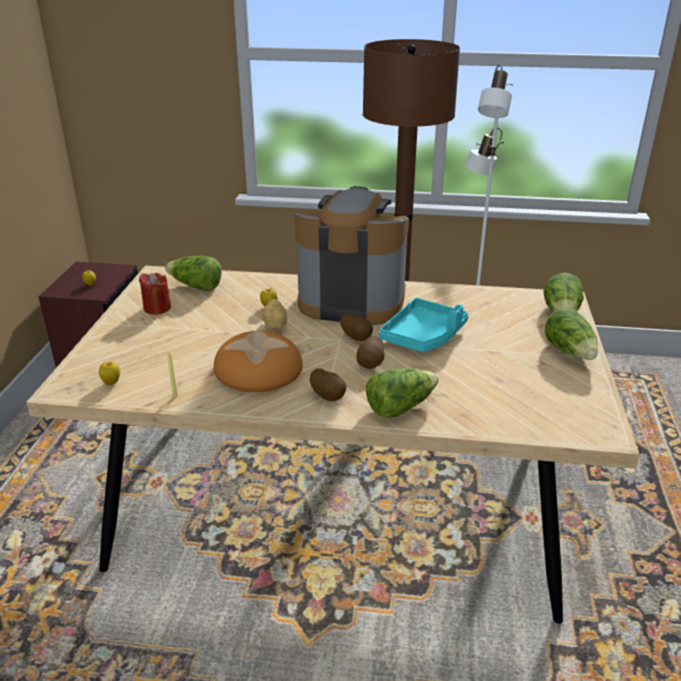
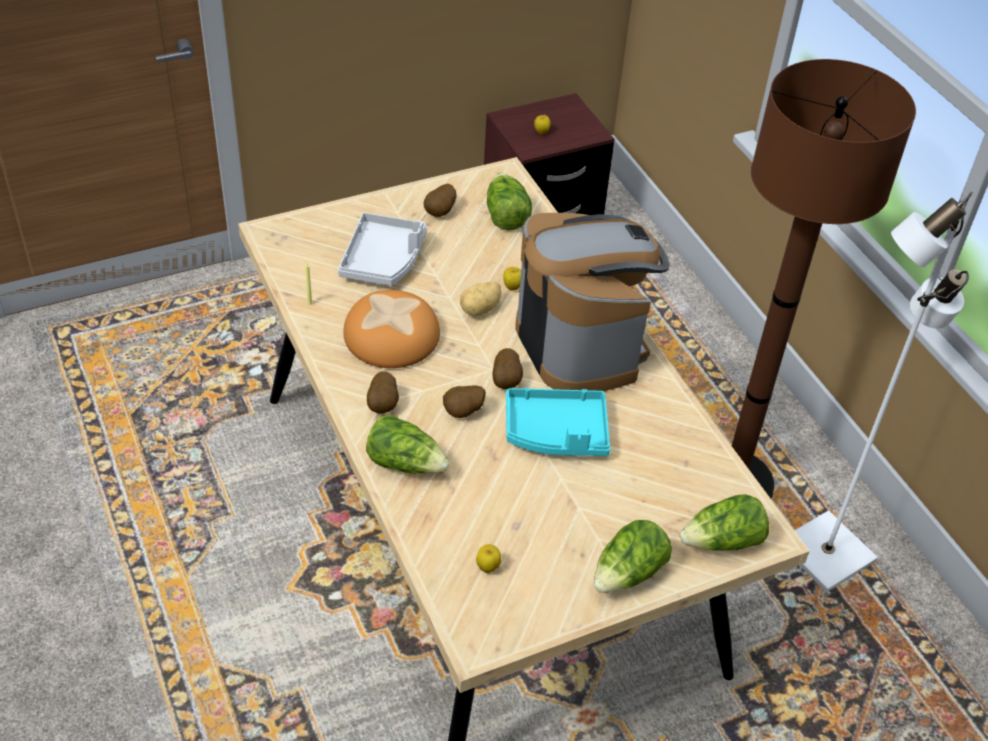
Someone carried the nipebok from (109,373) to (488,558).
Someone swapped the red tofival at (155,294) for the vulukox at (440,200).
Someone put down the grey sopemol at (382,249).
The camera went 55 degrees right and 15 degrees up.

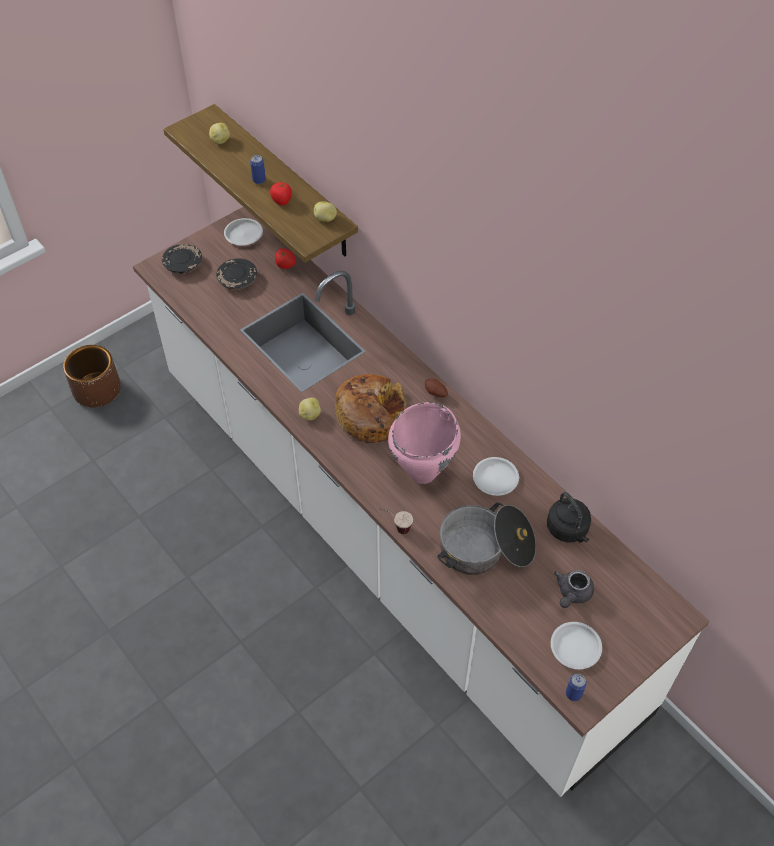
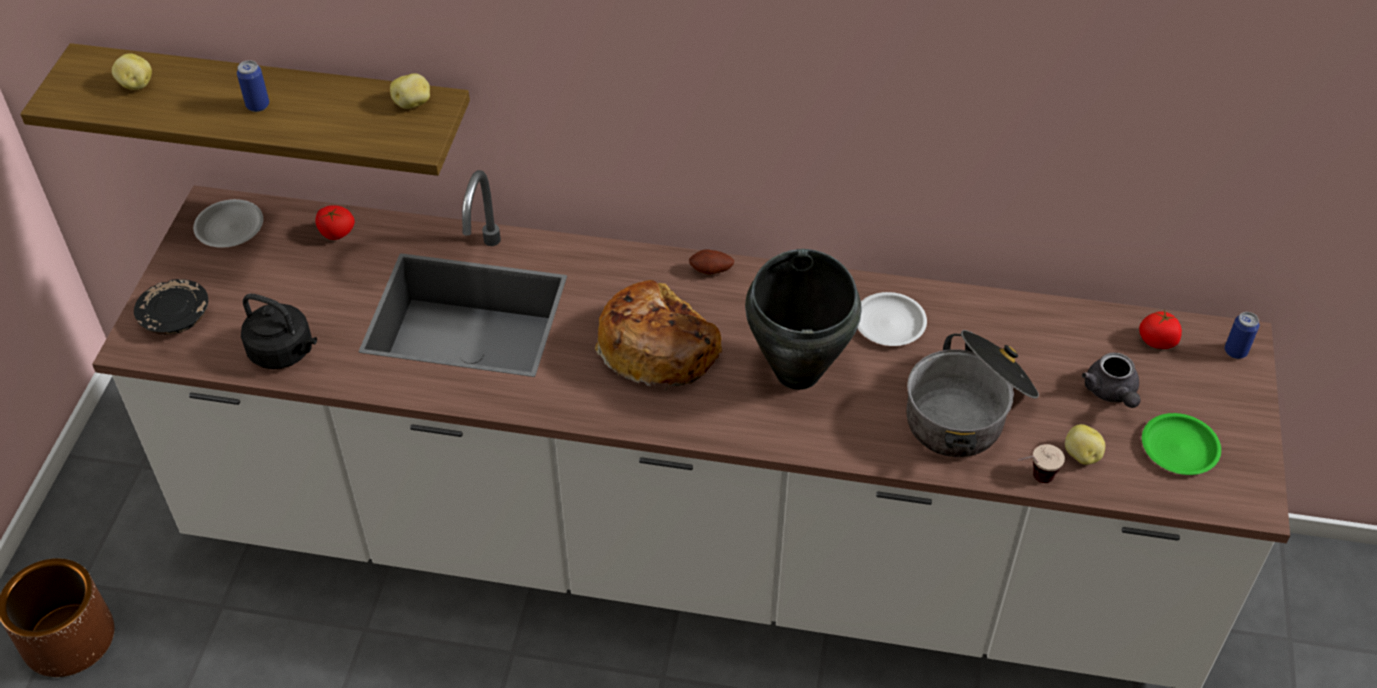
Someone took away the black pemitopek at (236,274).
Someone carried the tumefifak from (281,193) to (1160,329).
Someone carried the vulukox from (310,408) to (1085,444).
Someone carried the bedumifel from (396,521) to (1041,463).
Someone repainted the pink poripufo at (424,443), which became the black poripufo at (803,319).
Someone carried the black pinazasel from (569,517) to (279,331).
Someone repainted the white pemitopek at (576,645), which became the green pemitopek at (1181,444).
Someone carried the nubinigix from (576,687) to (1242,335).
The camera went 40 degrees left and 5 degrees down.

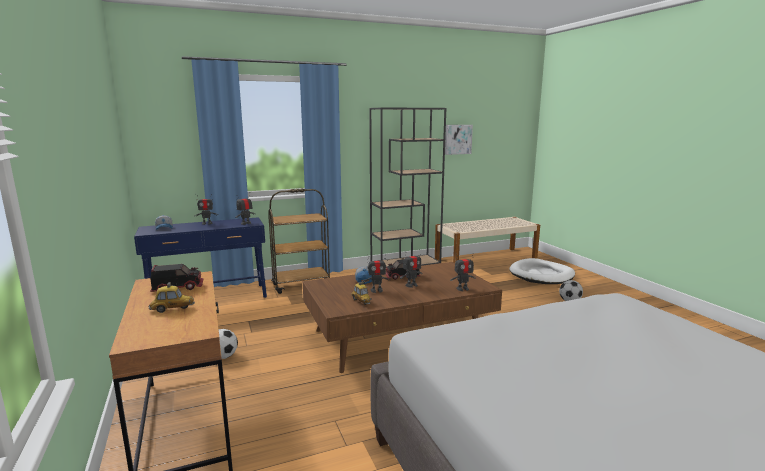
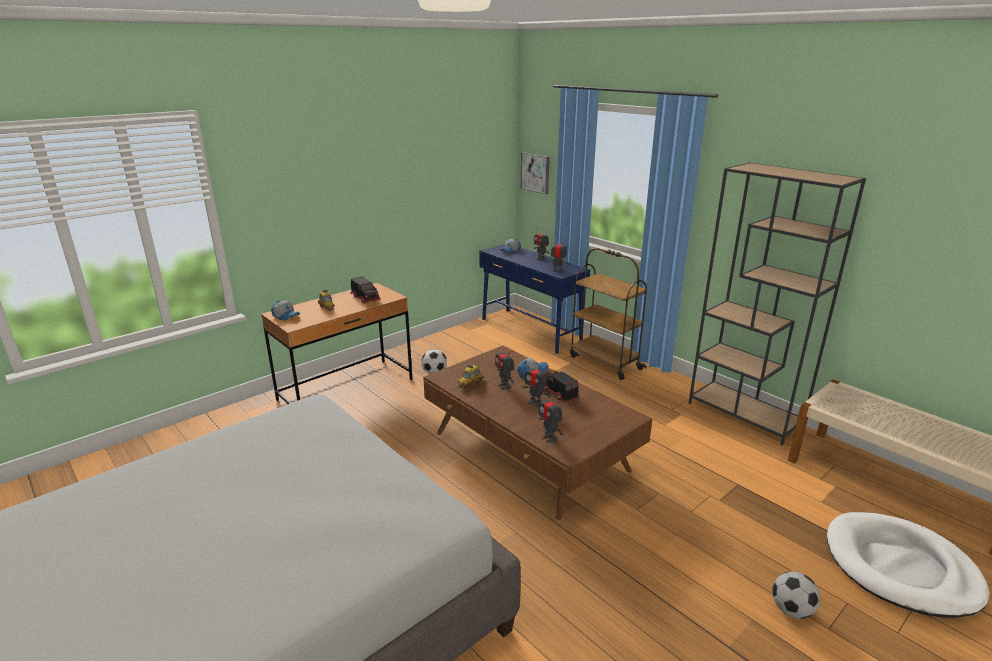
Someone carried the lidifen from (459,140) to (535,173).
Someone put down the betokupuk at (285,311).
The camera went 70 degrees right and 10 degrees up.

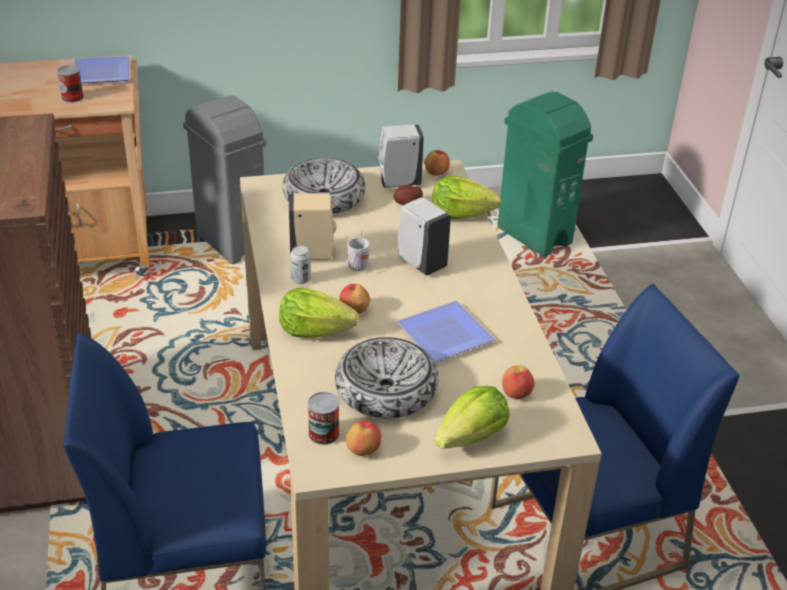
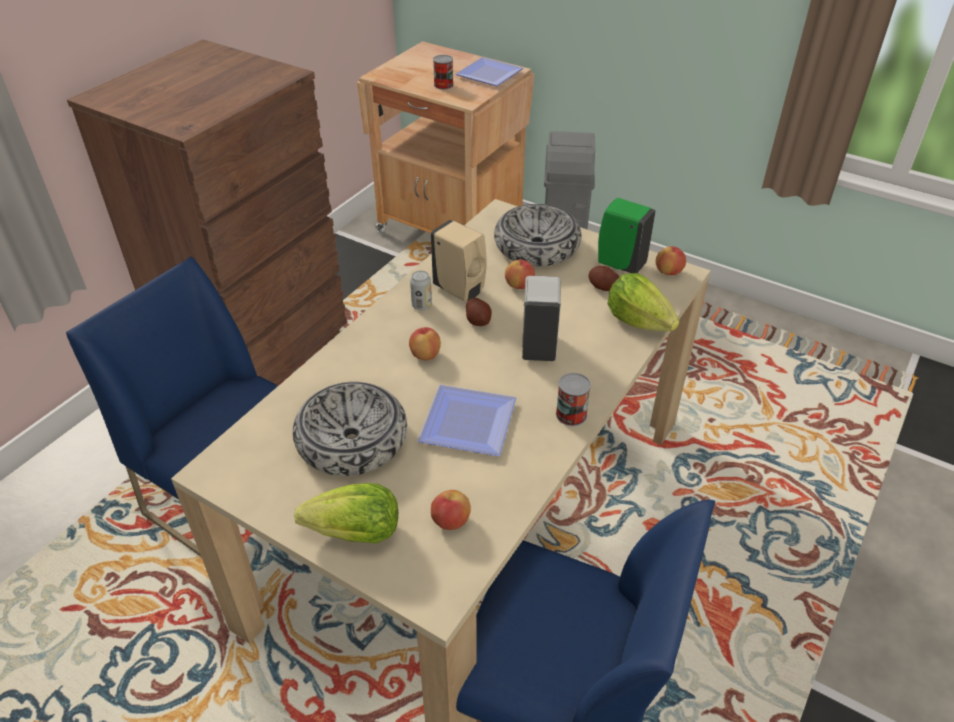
Someone took away the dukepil at (319,313).
Someone carried the nubinigix from (323,418) to (573,399).
Someone carried the nipebok from (363,438) to (520,274).
Someone swapped the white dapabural at (358,250) for the vulukox at (479,312).
Someone repainted the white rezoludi at (401,156), which became the green rezoludi at (627,235).
Someone took away the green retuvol at (545,174).
The camera went 45 degrees right and 5 degrees up.

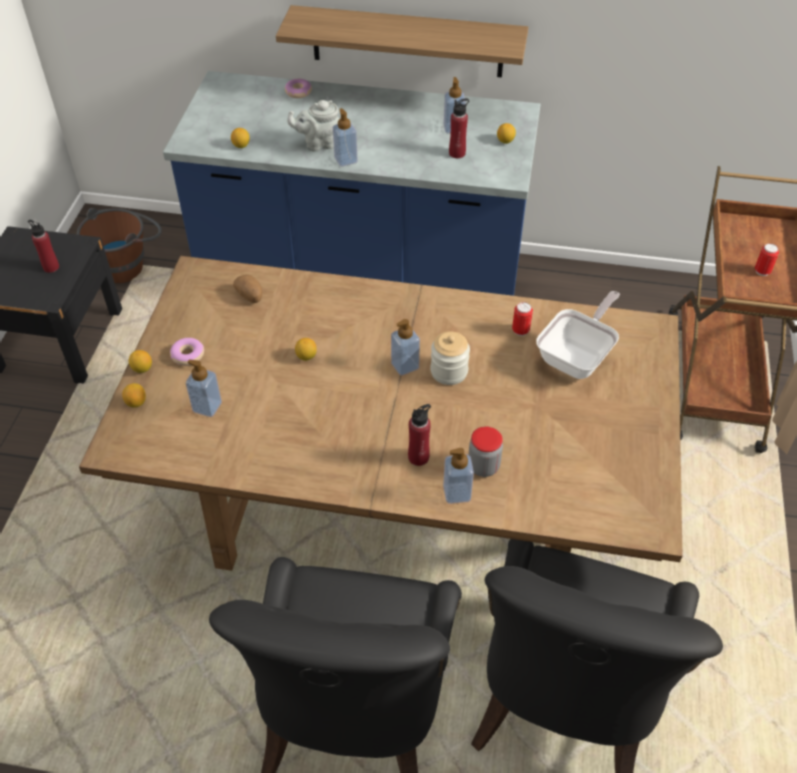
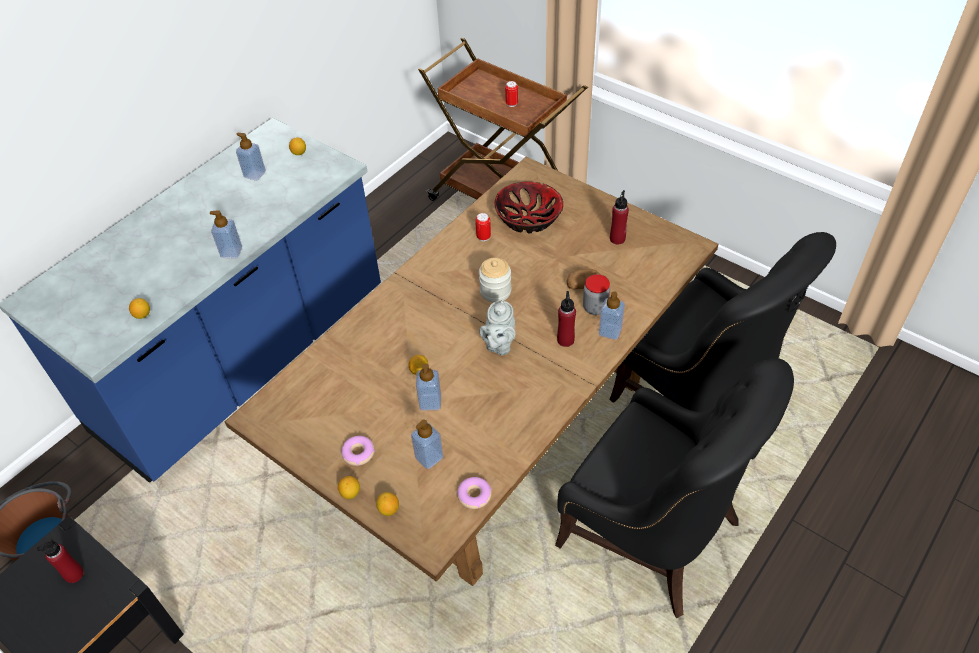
Someone carried the vulukox from (247,289) to (583,279).
Someone took away the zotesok at (402,41).
Someone carried the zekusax from (298,88) to (474,493).
Someone carried the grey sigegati from (313,126) to (497,327).
Someone carried the rezoludi from (405,347) to (428,387).
Someone carried the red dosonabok from (459,128) to (619,217).
Someone swapped the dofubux at (578,335) for the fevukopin at (529,208).
The camera went 60 degrees left and 0 degrees up.

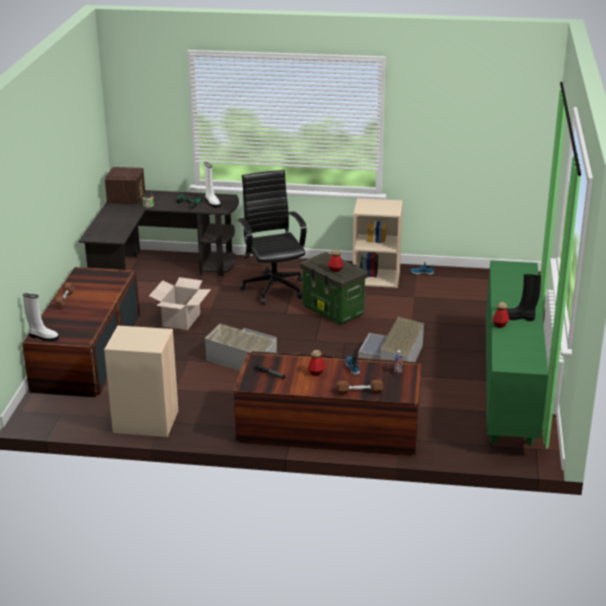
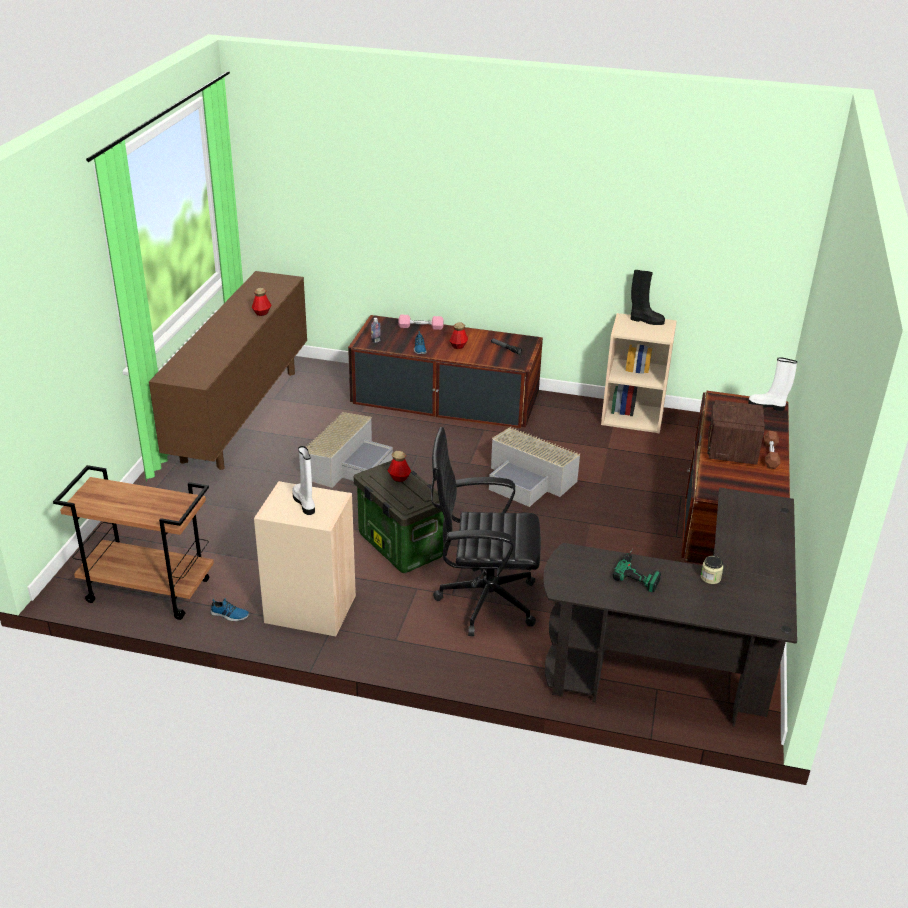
Someone carried the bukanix from (125,185) to (736,432).
Someone took away the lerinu at (180,303).
Someone carried the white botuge from (212,185) to (303,480).
Someone rotated the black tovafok at (272,237) by 105 degrees clockwise.
Someone repainted the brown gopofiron at (360,387), which became the pink gopofiron at (421,322).
Someone repainted the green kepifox at (517,353), which became the brown kepifox at (228,370).
Someone carried the black botuge from (524,297) to (648,297).
Someone put down the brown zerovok at (133,542).
The camera went 175 degrees left and 5 degrees up.

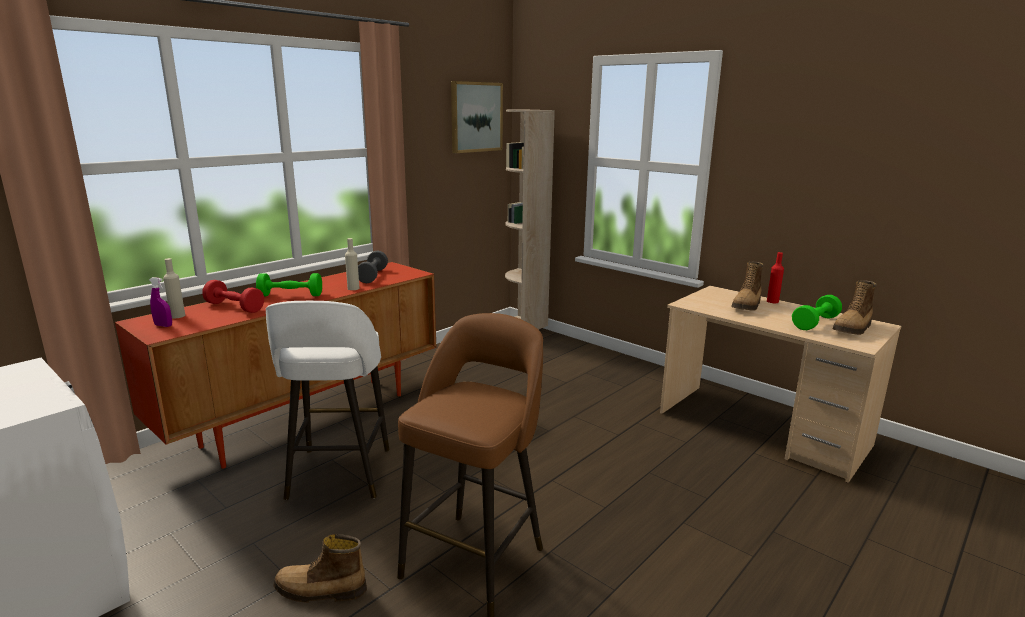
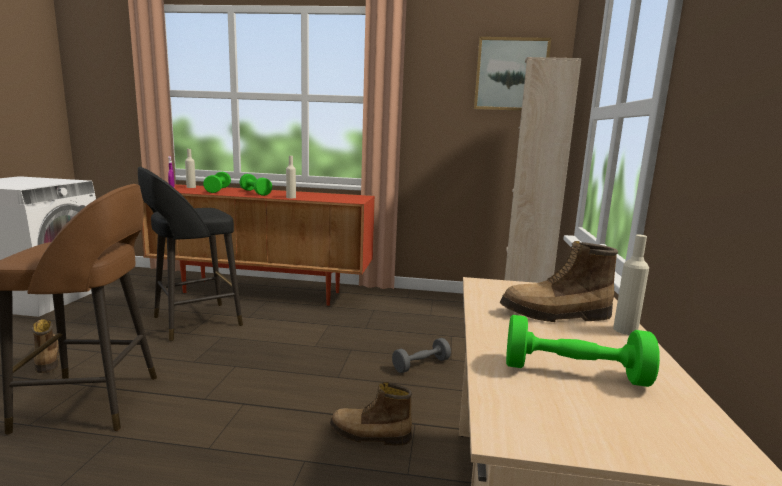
Someone repainted the red gopofiron at (233,296), which became the green gopofiron at (217,182).
Someone repainted the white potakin at (327,400), which became the black potakin at (190,254).
Someone carried the grey gopofiron from (373,266) to (421,355).
Someone repainted the red dosonabok at (775,277), which became the beige dosonabok at (631,285).
Someone carried the botuge from (854,307) to (371,414).
The camera went 55 degrees right and 5 degrees down.

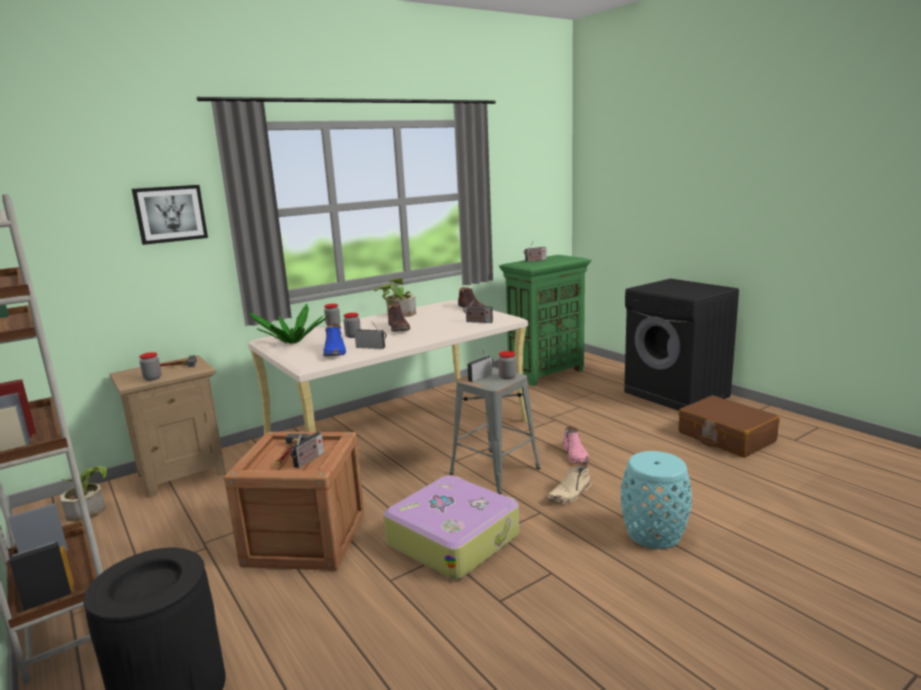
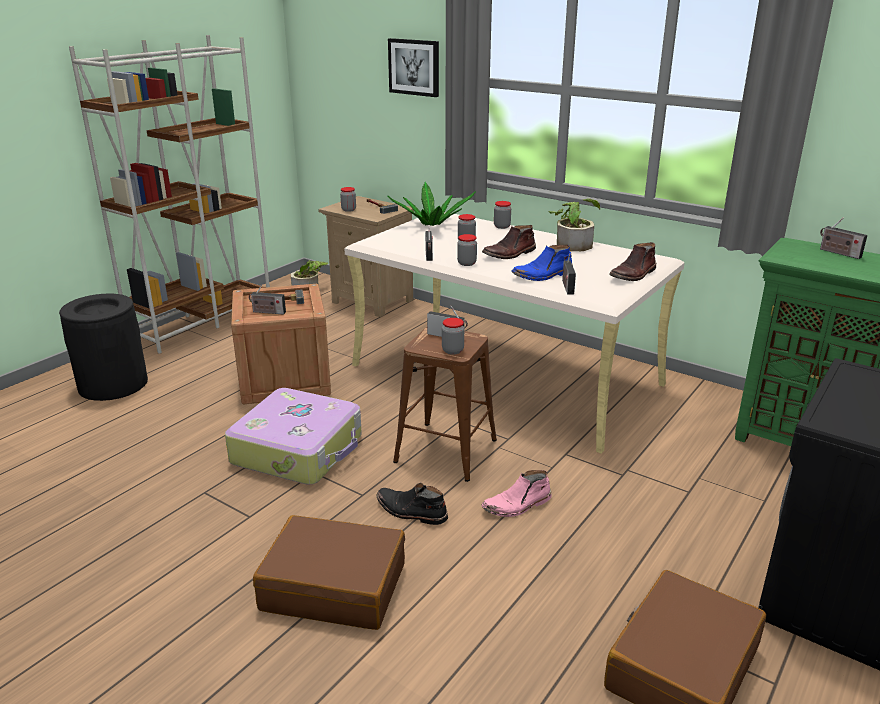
Someone carried the blue botuge from (334,340) to (542,263).
Someone repainted the grey potakin at (495,430), which became the brown potakin at (445,404).
Someone repainted the beige botuge at (569,482), which became the black botuge at (412,504).
Someone swapped the turquoise potakin at (656,500) for the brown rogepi at (329,572).
Someone put down the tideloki at (467,250).
The camera went 70 degrees right and 10 degrees up.

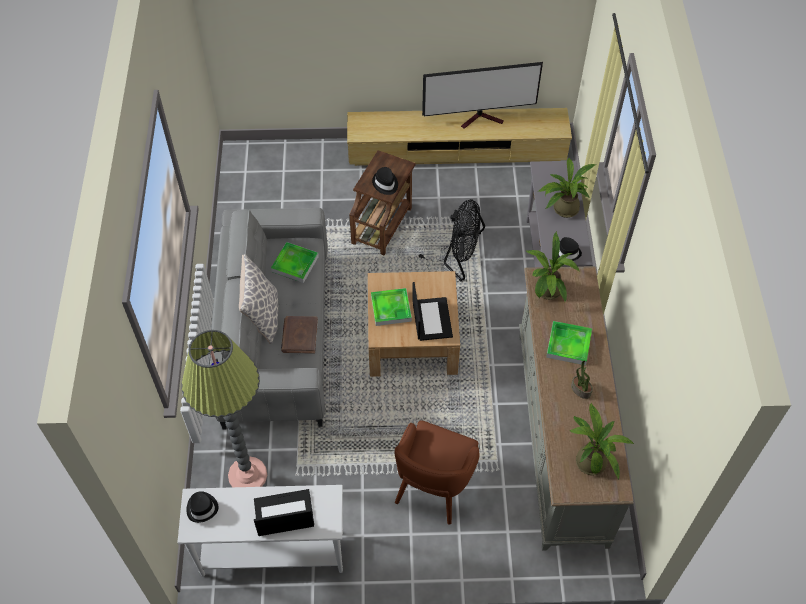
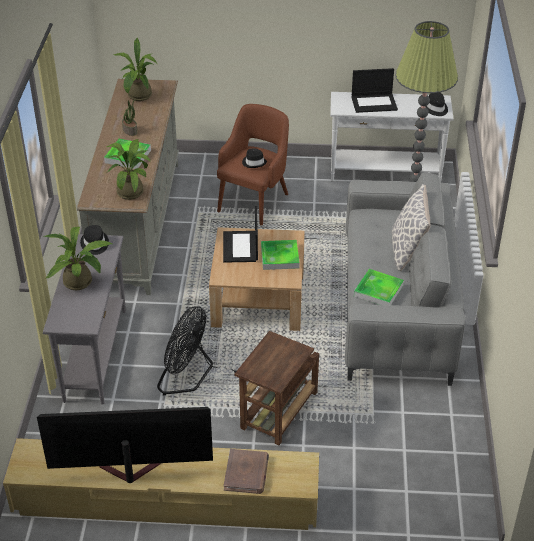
Someone carried the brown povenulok from (299,335) to (246,471).
Someone carried the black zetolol from (385,181) to (254,158).
The camera went 175 degrees left and 15 degrees down.

